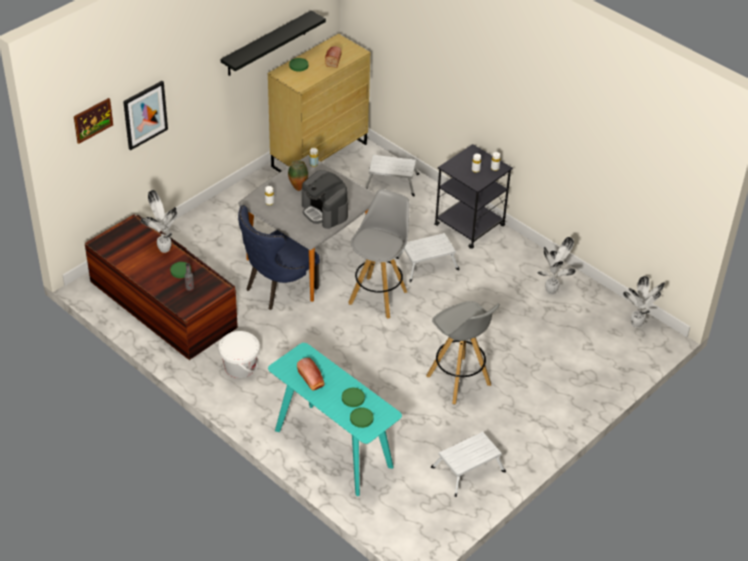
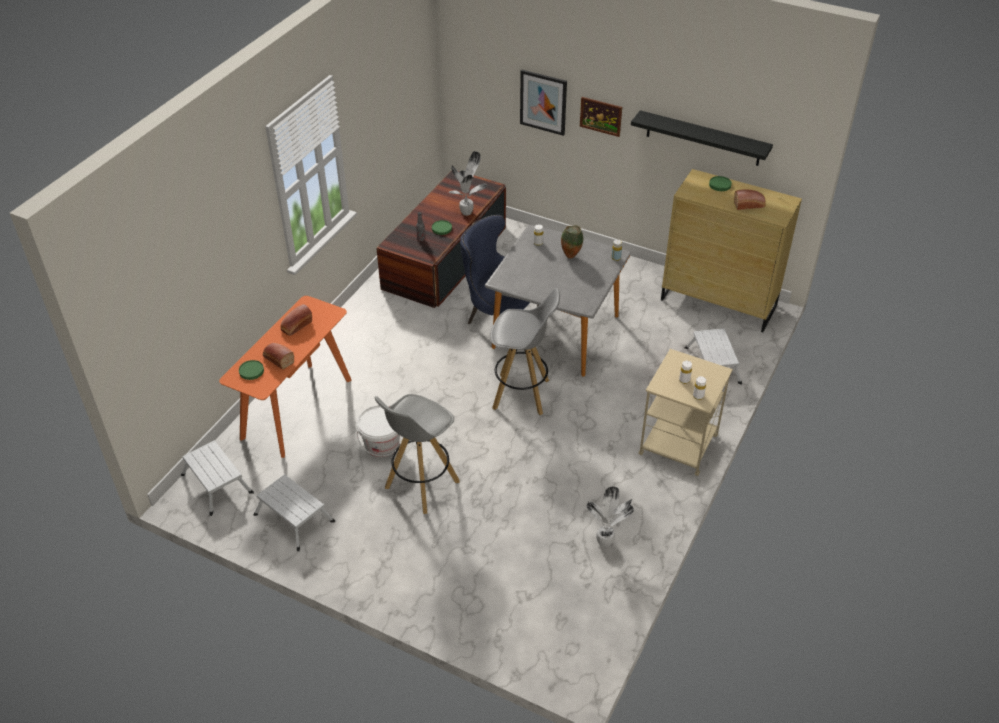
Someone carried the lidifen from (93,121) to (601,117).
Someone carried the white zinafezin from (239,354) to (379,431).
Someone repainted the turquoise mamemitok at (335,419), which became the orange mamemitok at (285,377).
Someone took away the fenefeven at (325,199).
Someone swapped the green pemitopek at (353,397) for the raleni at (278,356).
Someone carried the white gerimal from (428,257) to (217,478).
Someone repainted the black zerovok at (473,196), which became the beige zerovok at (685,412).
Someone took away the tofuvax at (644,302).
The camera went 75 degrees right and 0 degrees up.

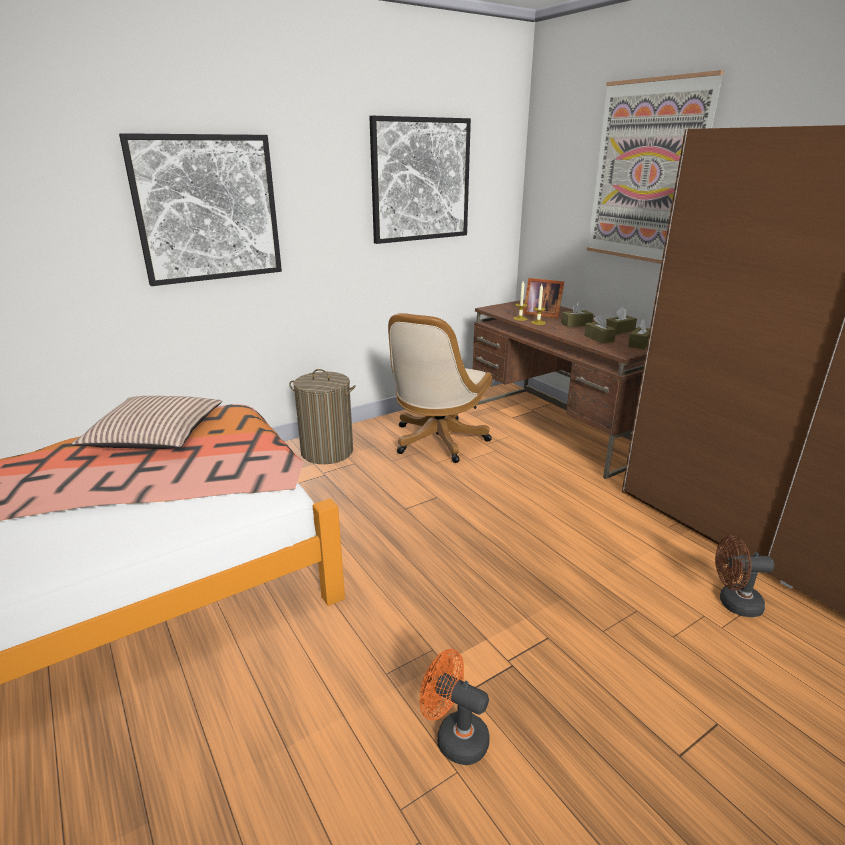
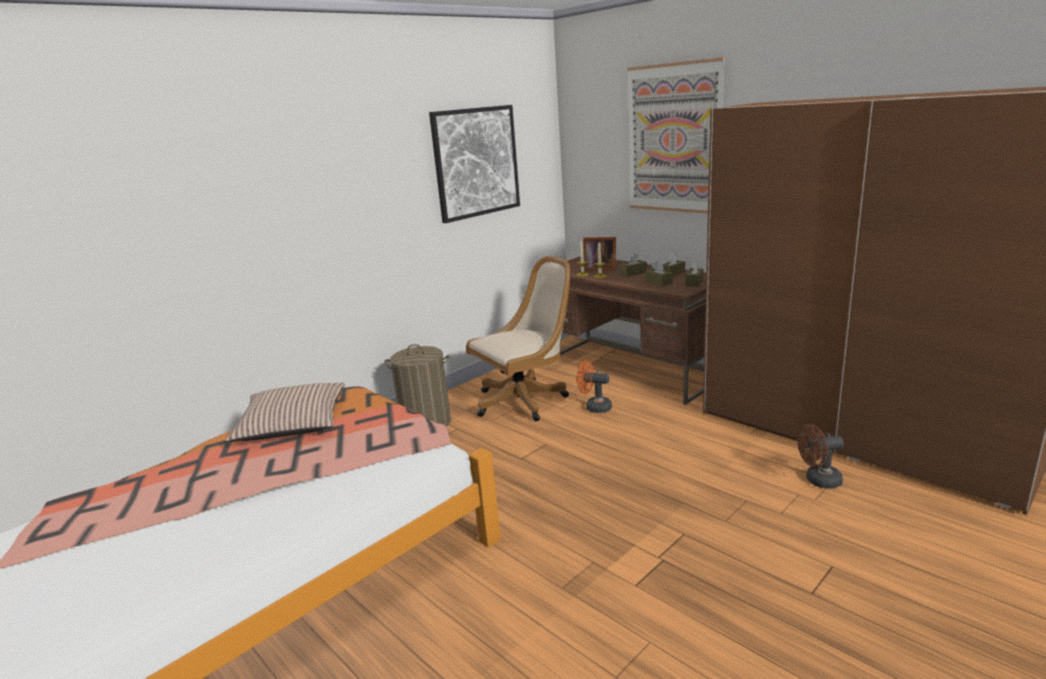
Someone took away the lidifen at (200,209).
Someone rotated the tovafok at (440,388) by 135 degrees counterclockwise.
Someone carried the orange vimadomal from (455,707) to (594,387).
The camera went 10 degrees left and 5 degrees down.

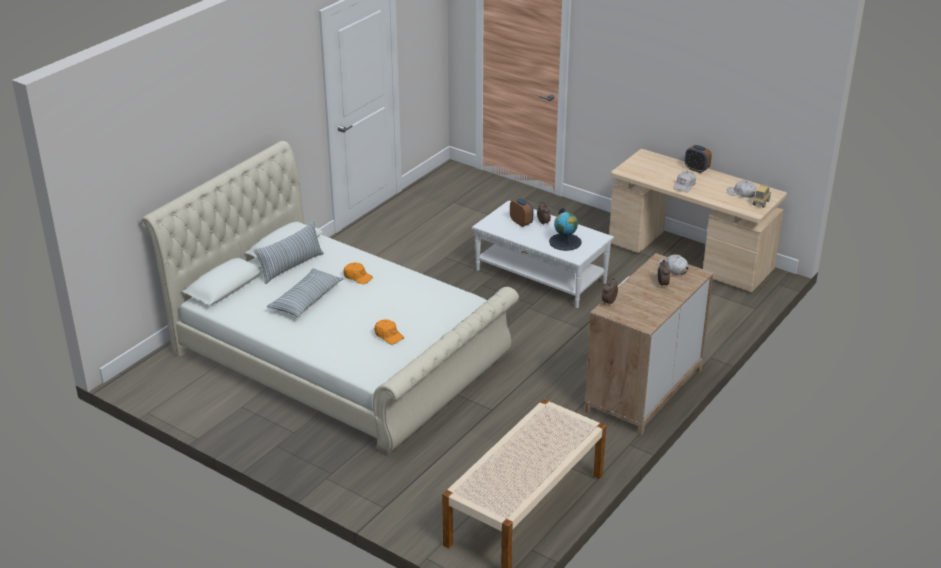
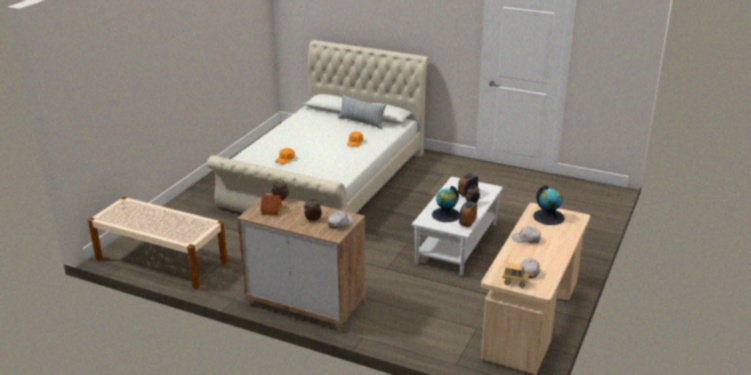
Someone took away the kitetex at (305,292).
Someone carried the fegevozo from (698,159) to (468,214).
Someone put down the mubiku at (271,204).
Someone put down the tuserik at (549,205).
The camera went 80 degrees right and 5 degrees down.

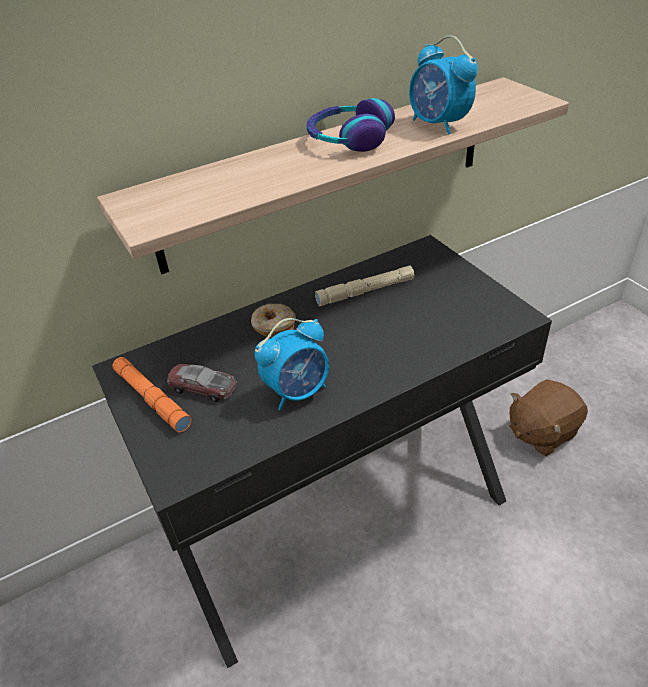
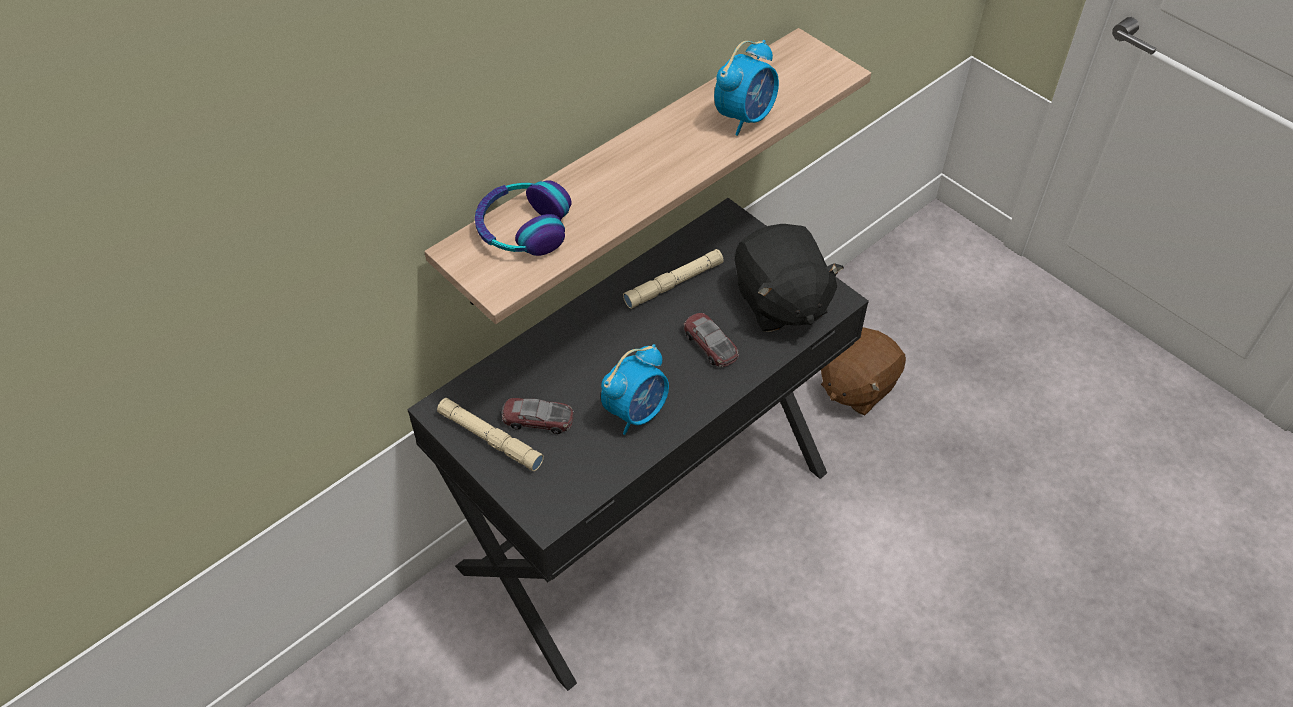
Someone repainted the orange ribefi at (152,394), which became the beige ribefi at (490,434).
Someone took away the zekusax at (273,321).
Someone carried the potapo from (351,125) to (523,218).
Someone rotated the fegevozo at (443,85) by 90 degrees counterclockwise.
Someone put down the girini at (711,340).
Someone put down the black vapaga at (789,278).
The camera went 15 degrees left and 10 degrees up.

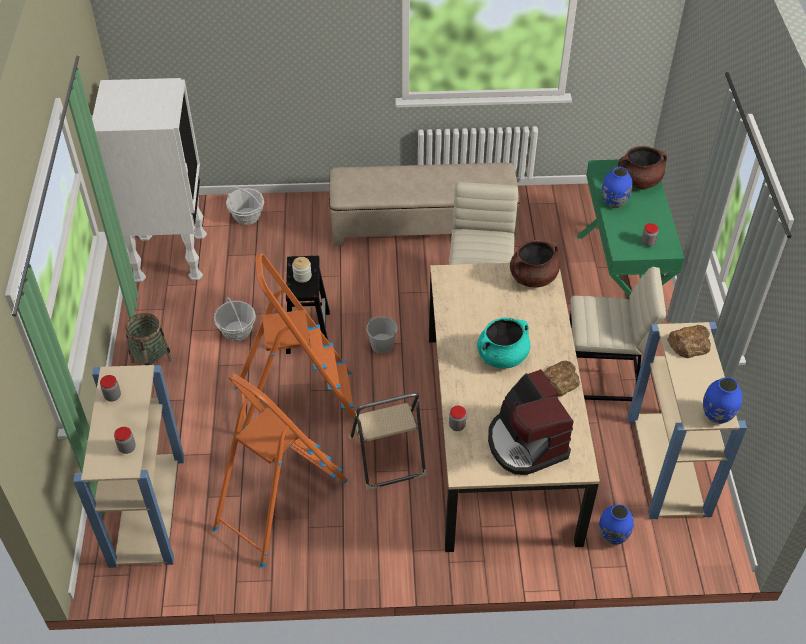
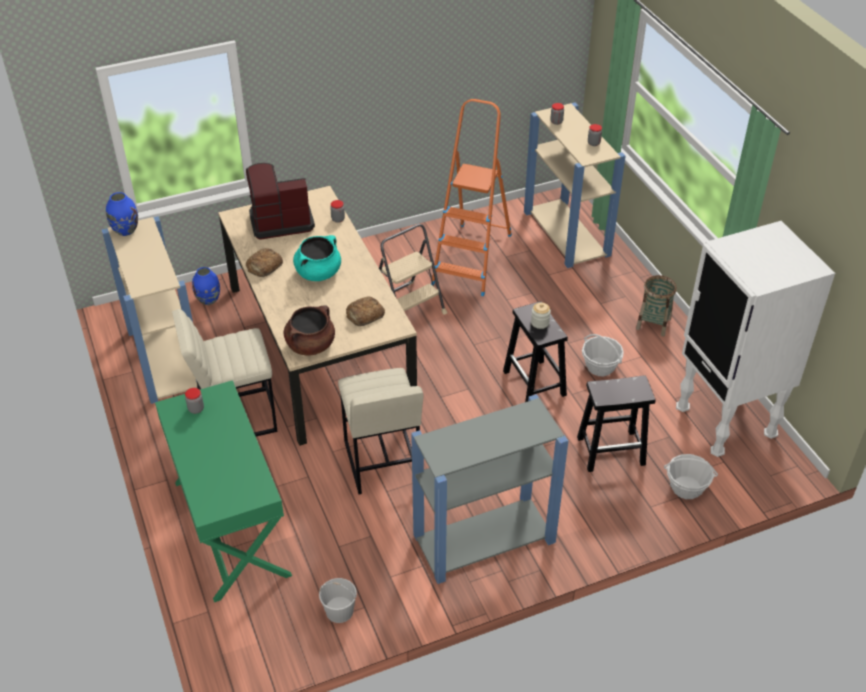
Someone took away the orange gerimal at (295,343).
Someone swapped the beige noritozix at (425,204) for the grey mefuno at (489,489).
Someone carried the white zinafezin from (382,335) to (338,600).
Someone rotated the fenefeven at (531,422) by 60 degrees counterclockwise.
Someone took away the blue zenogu at (617,187).
Someone took away the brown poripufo at (642,167).
Someone carried the raleni from (689,341) to (365,311).
Someone put down the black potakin at (616,423).
The camera went 160 degrees right and 5 degrees down.

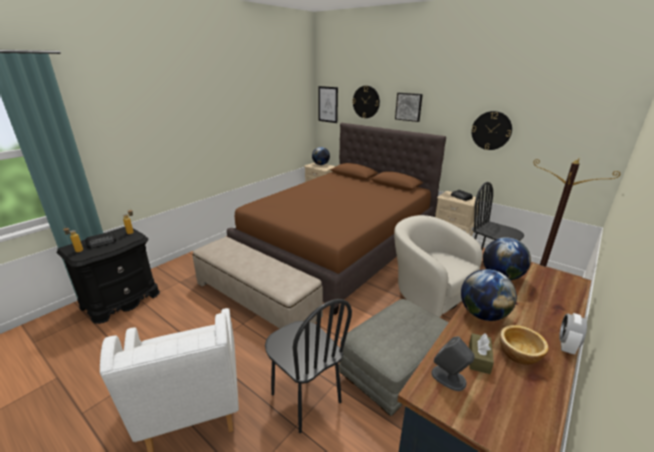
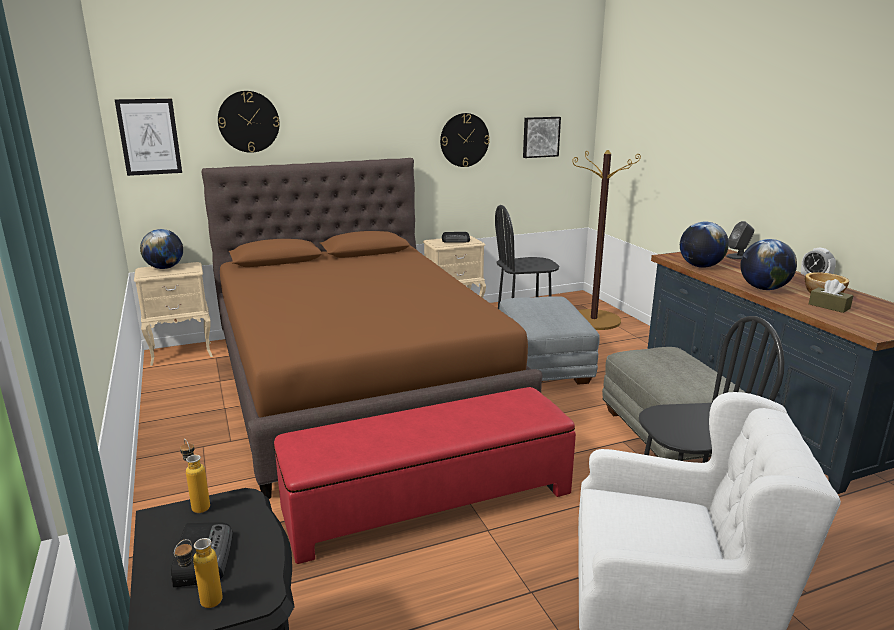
Someone repainted the beige noritozix at (257,283), which became the red noritozix at (425,475).
Someone swapped the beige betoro at (438,266) for the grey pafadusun at (549,340).
Someone carried the lidifen from (409,107) to (542,137).
Someone carried the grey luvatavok from (453,363) to (740,240).
The camera went 60 degrees left and 5 degrees down.

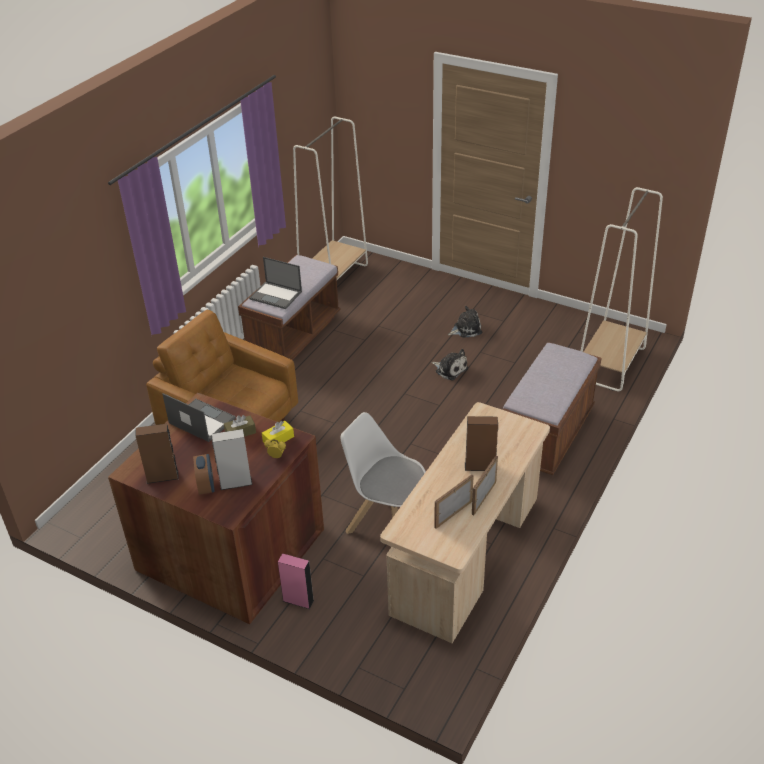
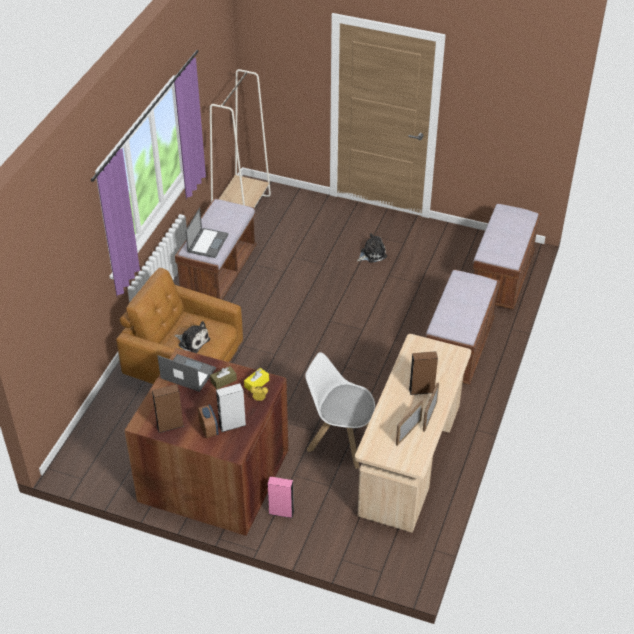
Someone rotated the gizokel at (275,283) by 90 degrees counterclockwise.
Someone carried the vapaga from (450,365) to (192,337).
Someone swapped the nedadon at (622,289) for the brown noritozix at (507,256).
The camera went 10 degrees left and 5 degrees up.

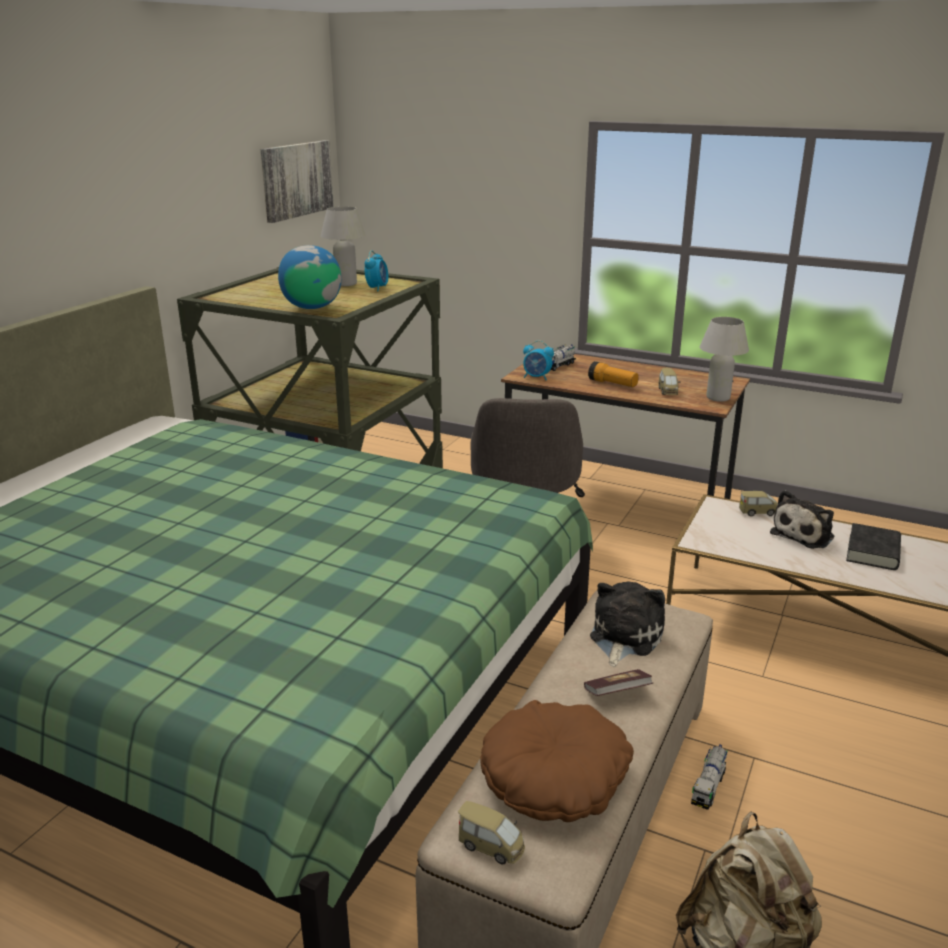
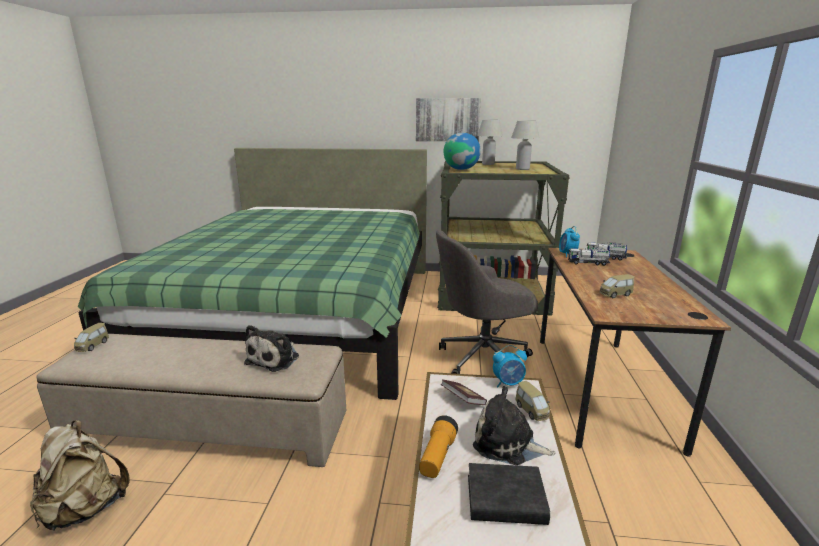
Someone carried the lidifen from (297,181) to (448,119).
Someone carried the fegevozo from (376,270) to (510,366).
Someone took away the brown kitetex at (557,761).
Someone carried the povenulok from (618,682) to (464,392).
Someone carried the ribefi from (613,374) to (438,446).
Someone rotated the vapaga at (627,624) by 105 degrees clockwise.
Someone carried the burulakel from (709,777) to (589,256).
Someone carried the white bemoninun from (724,359) to (490,142).
The camera went 70 degrees right and 5 degrees down.

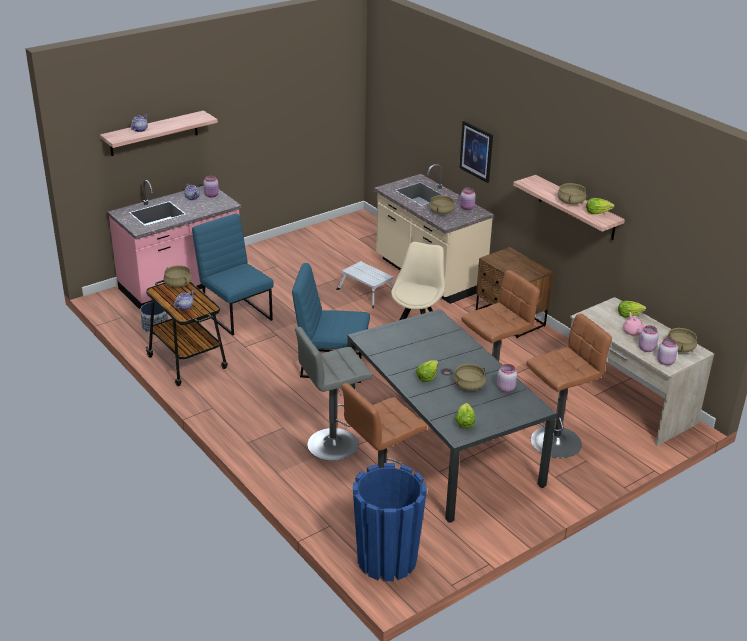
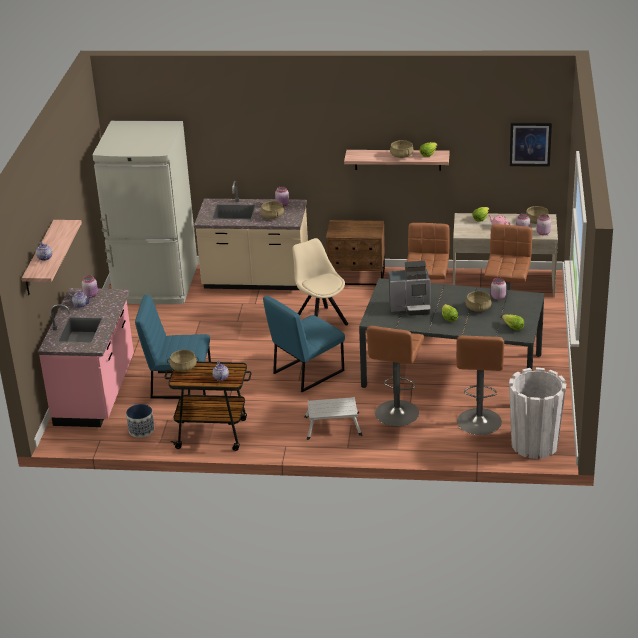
Someone repainted the grey potakin at (333,394), which became the brown potakin at (395,376).
Someone carried the white gerimal from (364,285) to (334,418).
Someone repainted the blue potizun at (390,522), which became the white potizun at (537,413).
Someone carried the lidifen from (476,152) to (530,144).
Someone put down the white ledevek at (145,213).
Someone put down the fenefeven at (410,288).
The camera went 45 degrees left and 0 degrees up.

